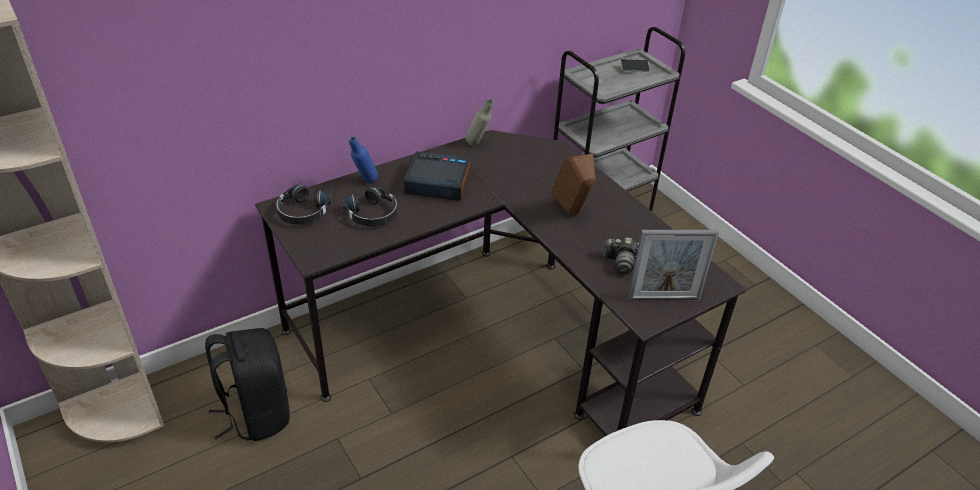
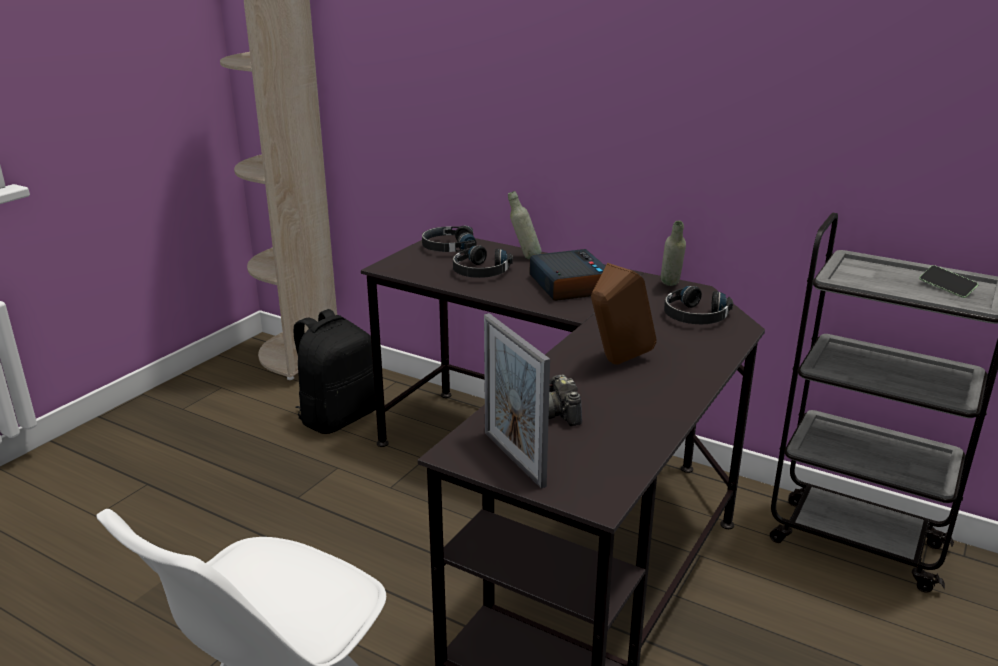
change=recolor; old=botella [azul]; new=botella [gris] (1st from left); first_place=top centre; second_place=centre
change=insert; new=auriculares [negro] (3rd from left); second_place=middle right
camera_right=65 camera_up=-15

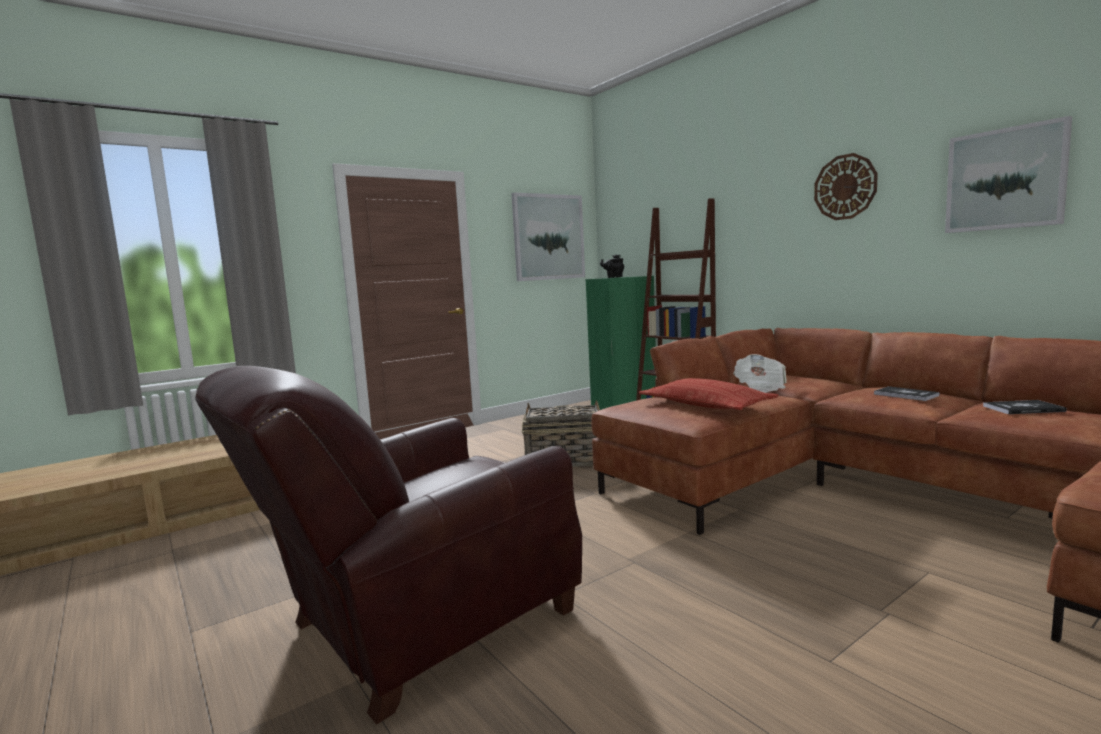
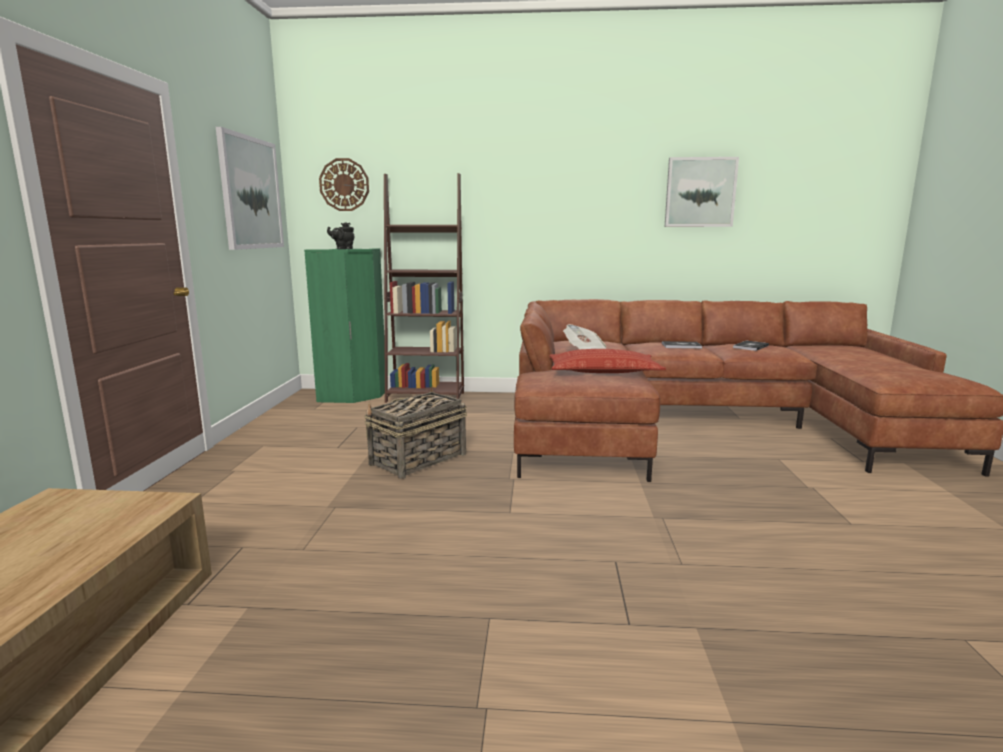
change=delete; old=sillón [marrón]; first_place=bottom centre
change=move; old=reloj de pared; first_place=top right; second_place=top centre
camera_right=-50 camera_up=5

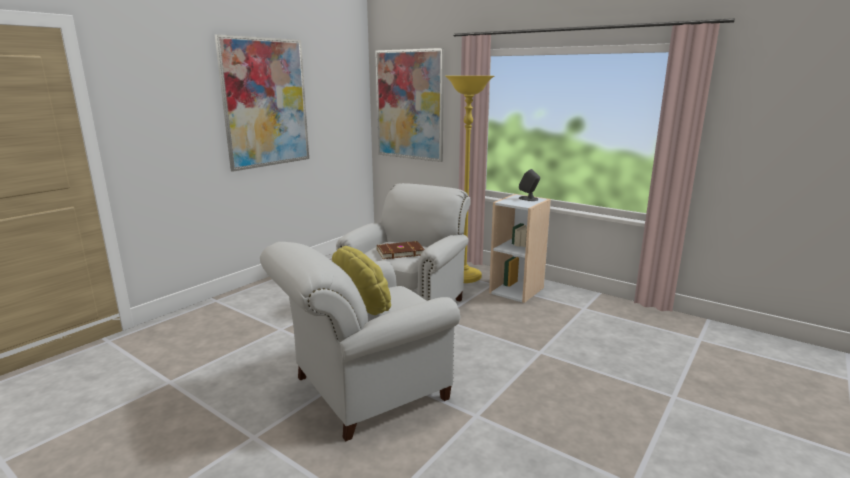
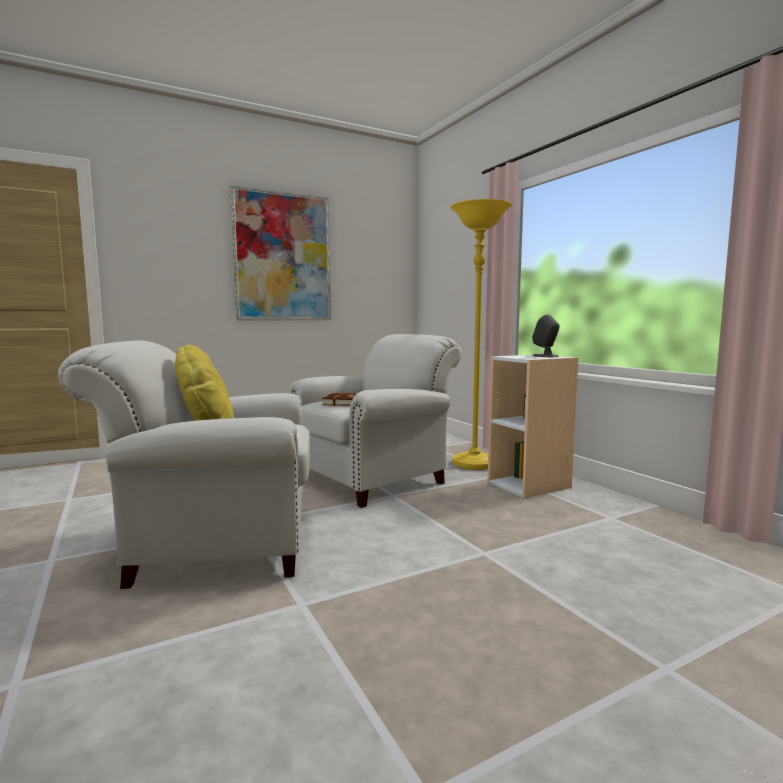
change=delete; old=cuadro (2nd from left); first_place=top centre
camera_right=25 camera_up=-10

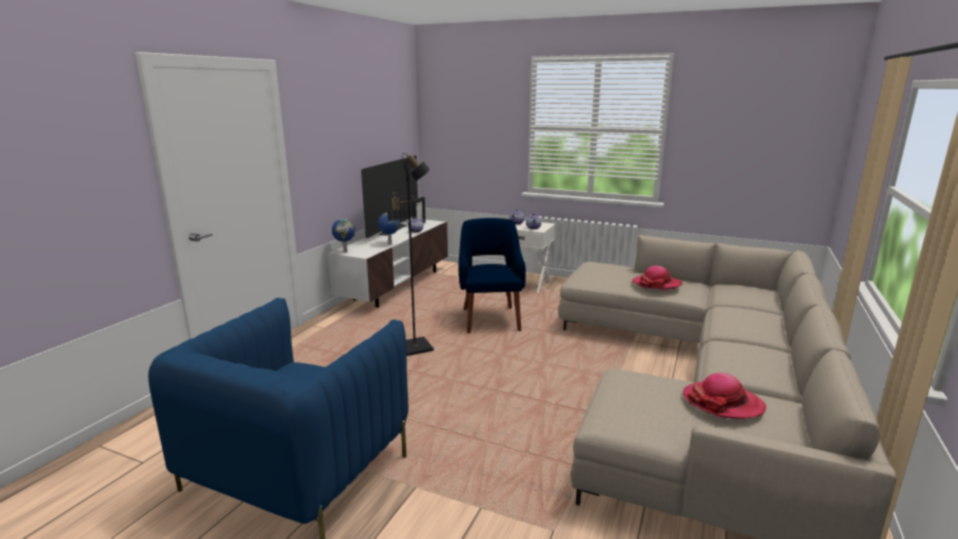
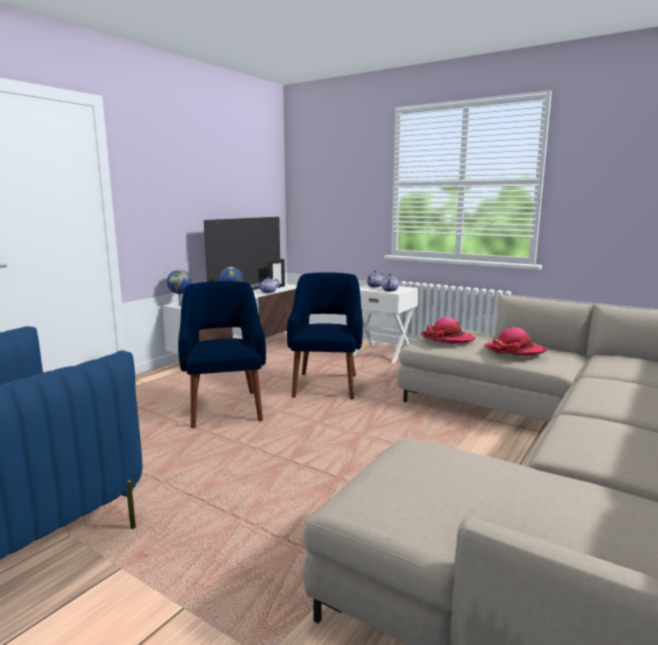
change=replace; old=lámpara de pie [negro]; new=sillón [azul] (2nd from left); first_place=centre; second_place=centre
change=move; old=sombrero (2nd from left in the first image); new=sombrero (1st from left); first_place=bottom right; second_place=middle right
camera_right=10 camera_up=-5

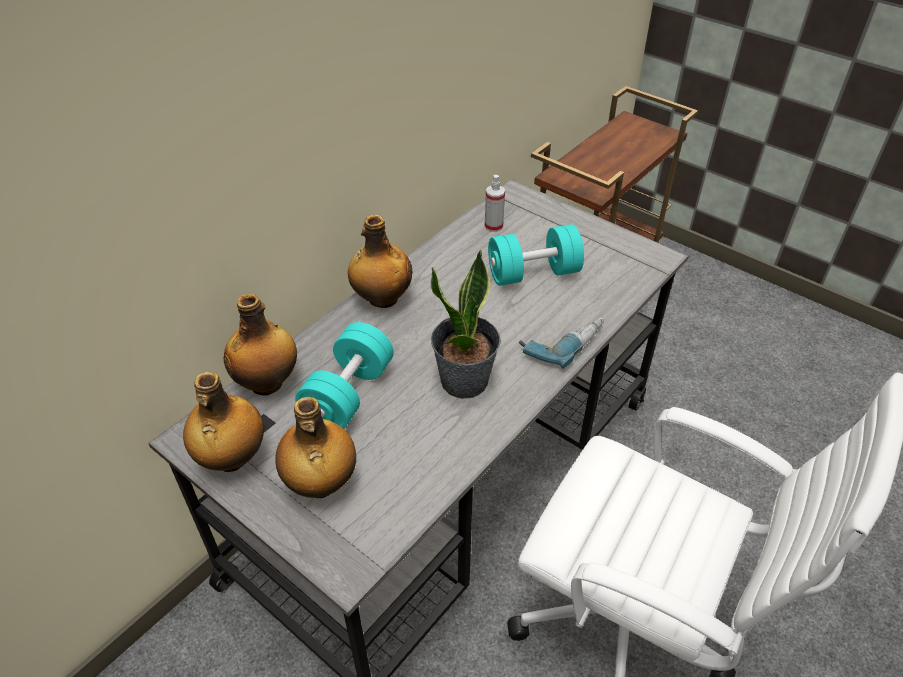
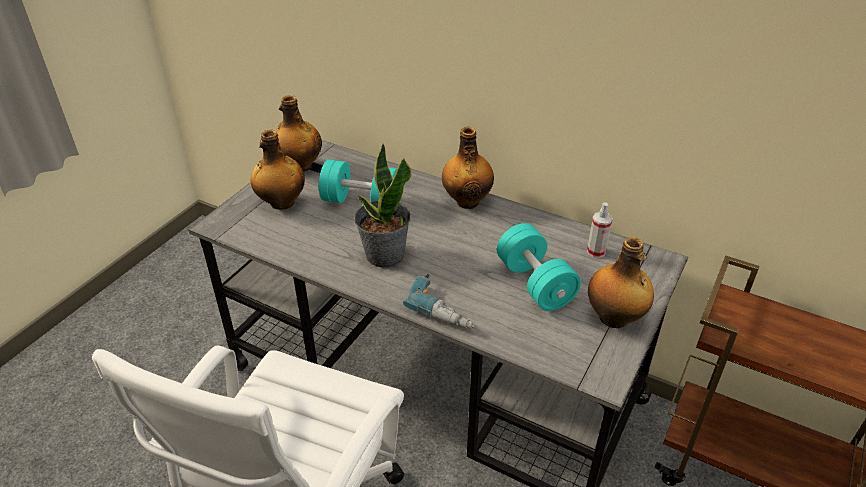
change=move; old=botella (2nd from left in the first image); new=botella (4th from left); first_place=middle left; second_place=middle right
camera_right=80 camera_up=-5

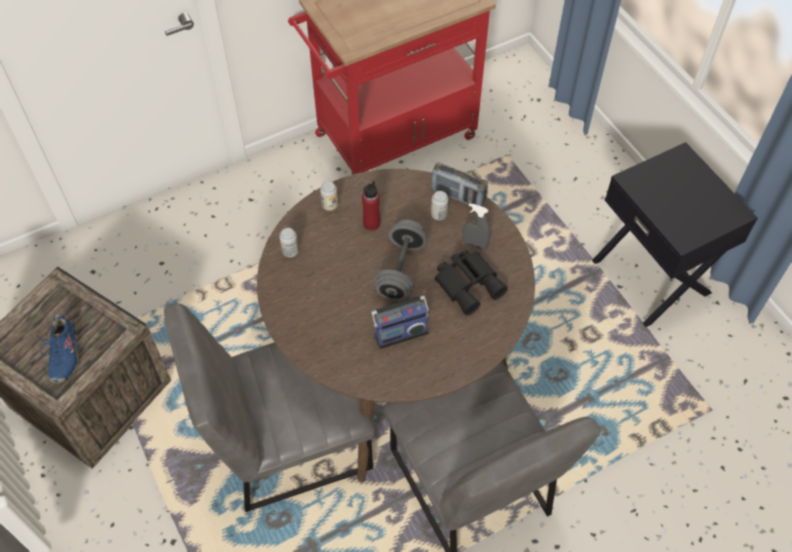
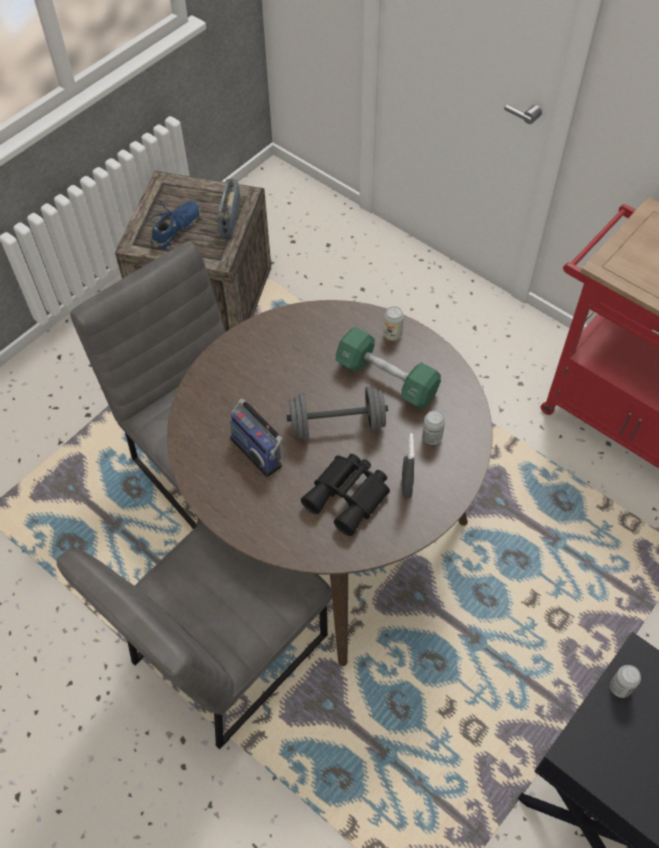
change=rotate; old=zapato [azul]; first_place=middle left; second_place=top left; degrees=150
change=move; old=lata (1st from left in the first image); new=lata (3rd from left); first_place=centre; second_place=bottom right
change=replace; old=botella [rojo]; new=mancuerna [verde]; first_place=centre; second_place=centre
change=move; old=radio (2nd from left in the first image); new=radio (1st from left); first_place=centre; second_place=top centre
camera_right=70 camera_up=0

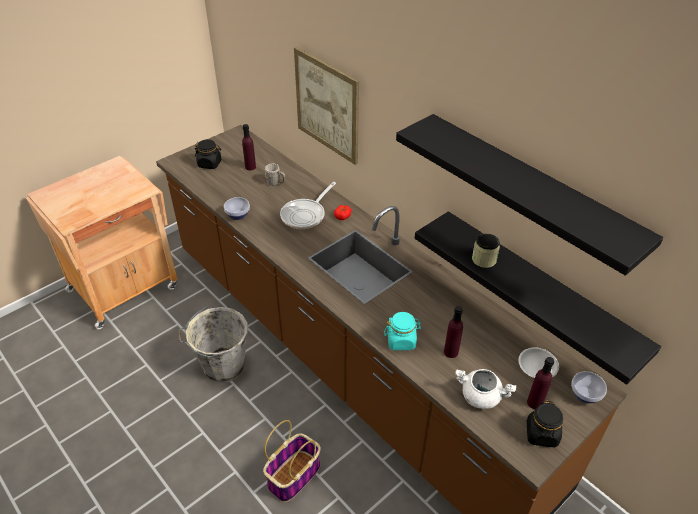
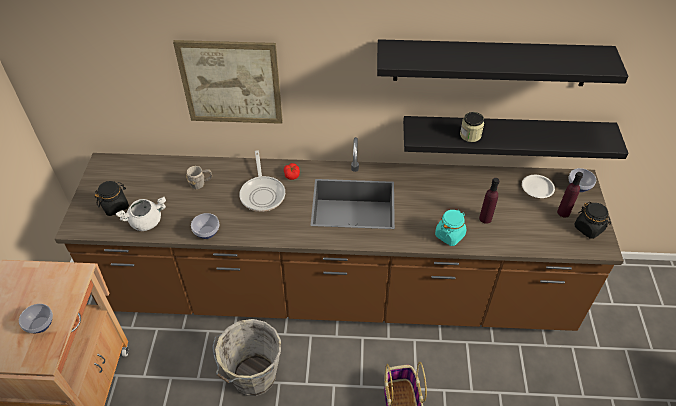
change=delete; old=botella [morado] (1st from left); first_place=top centre
change=move; old=olla [blanco]; first_place=bottom right; second_place=middle left
change=insert; new=cuenco (1st from left); second_place=bottom left
camera_right=-45 camera_up=5

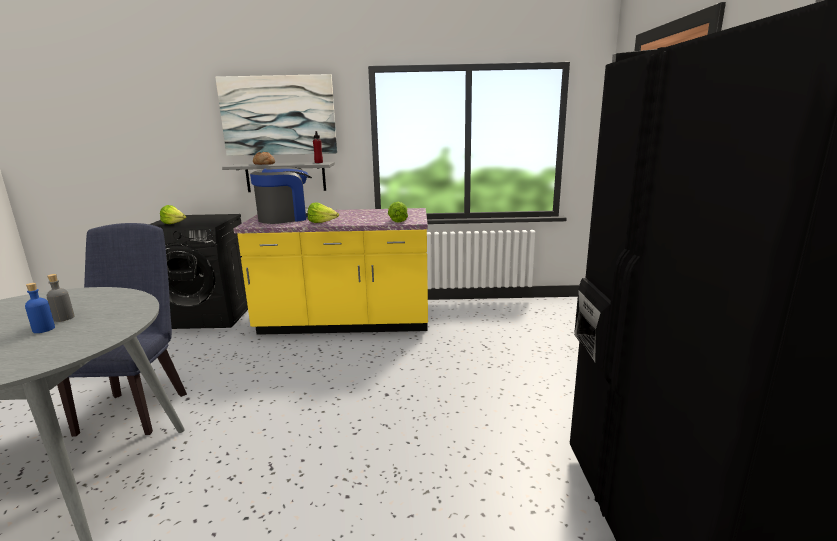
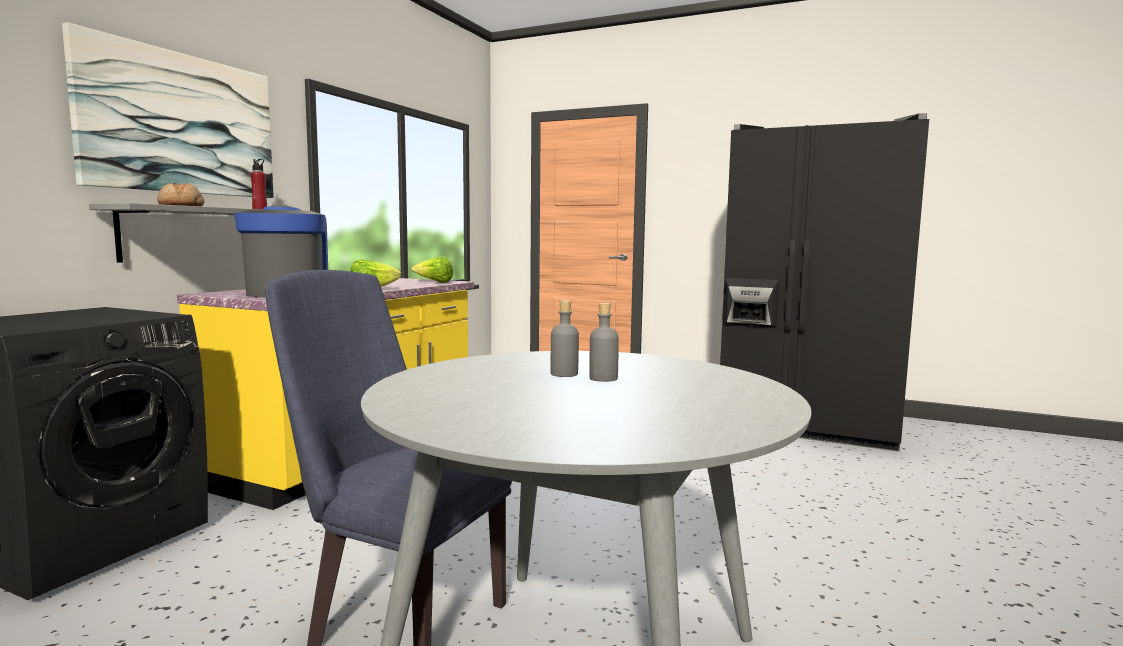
change=recolor; old=botella [azul]; new=botella [gris] (2nd from left); first_place=middle left; second_place=centre
change=delete; old=lechuga (1st from left); first_place=middle left
camera_right=-65 camera_up=-10

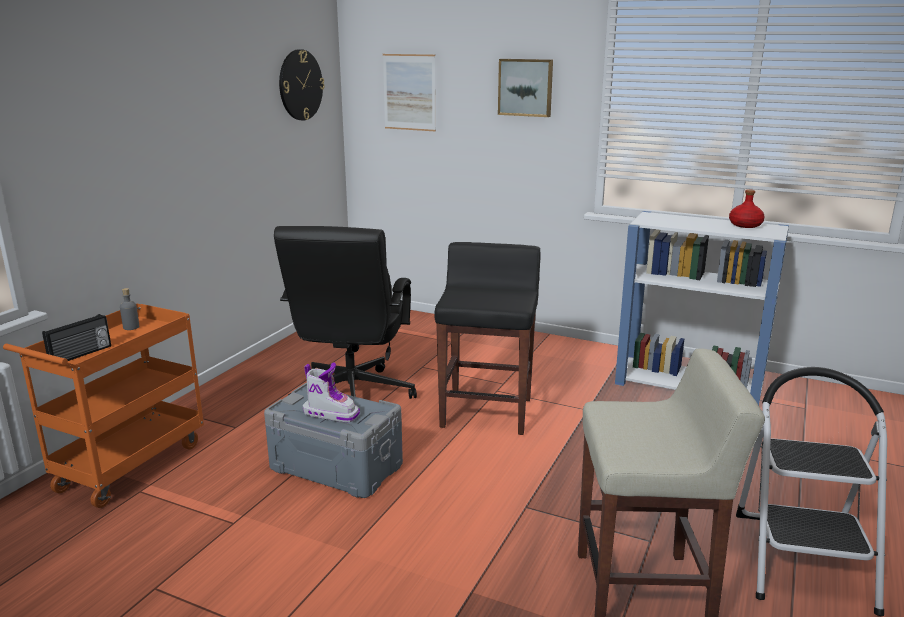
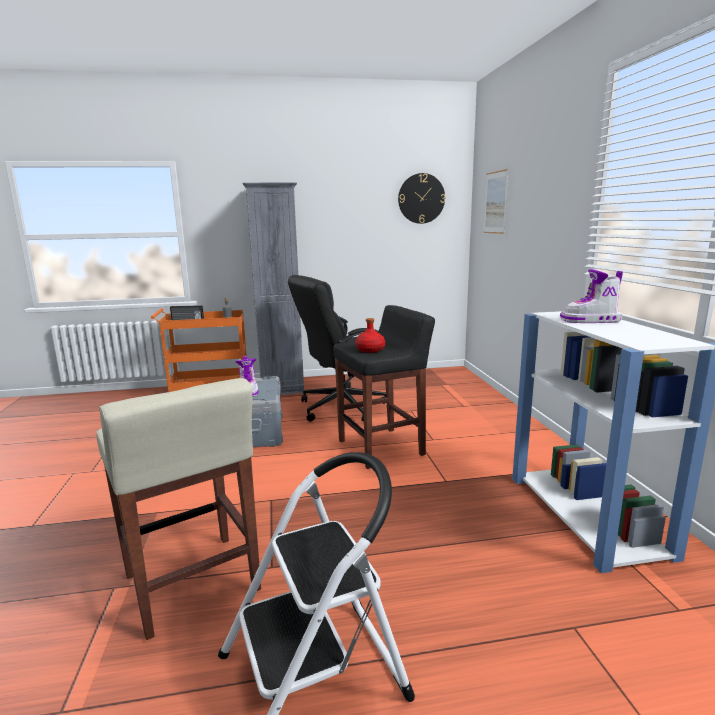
change=delete; old=cuadro (2nd from left); first_place=top centre
change=move; old=botella [rojo]; first_place=middle right; second_place=centre
change=insert; new=armario [gris]; second_place=centre
change=insert; new=bota (2nd from left); second_place=middle right
camera_right=55 camera_up=-5

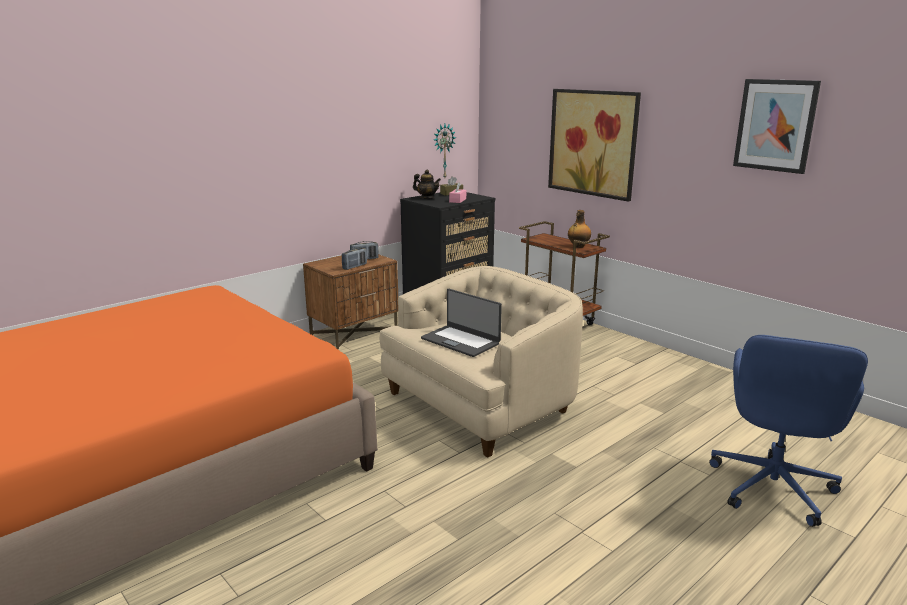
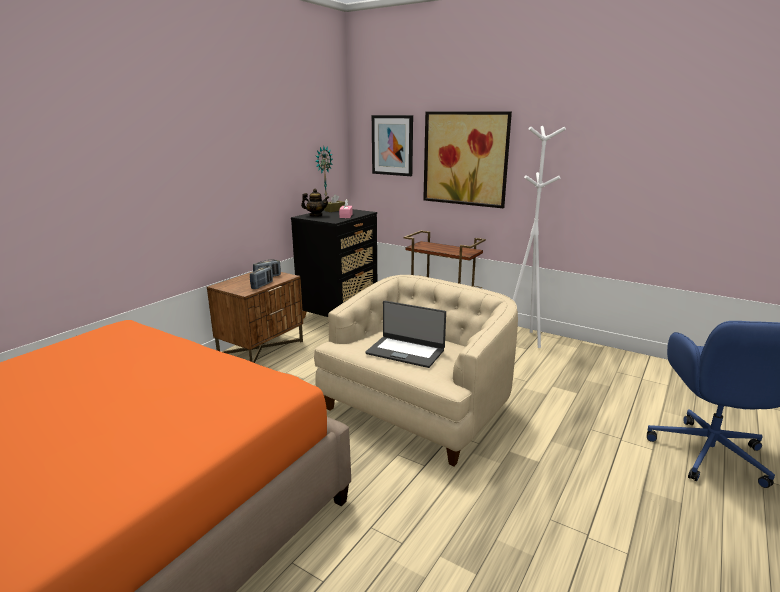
change=delete; old=botella; first_place=centre
change=move; old=cuadro (2nd from left in the first image); new=cuadro (1st from left); first_place=top right; second_place=top centre
change=insert; new=perchero [blanco]; second_place=middle right
camera_right=-15 camera_up=0

